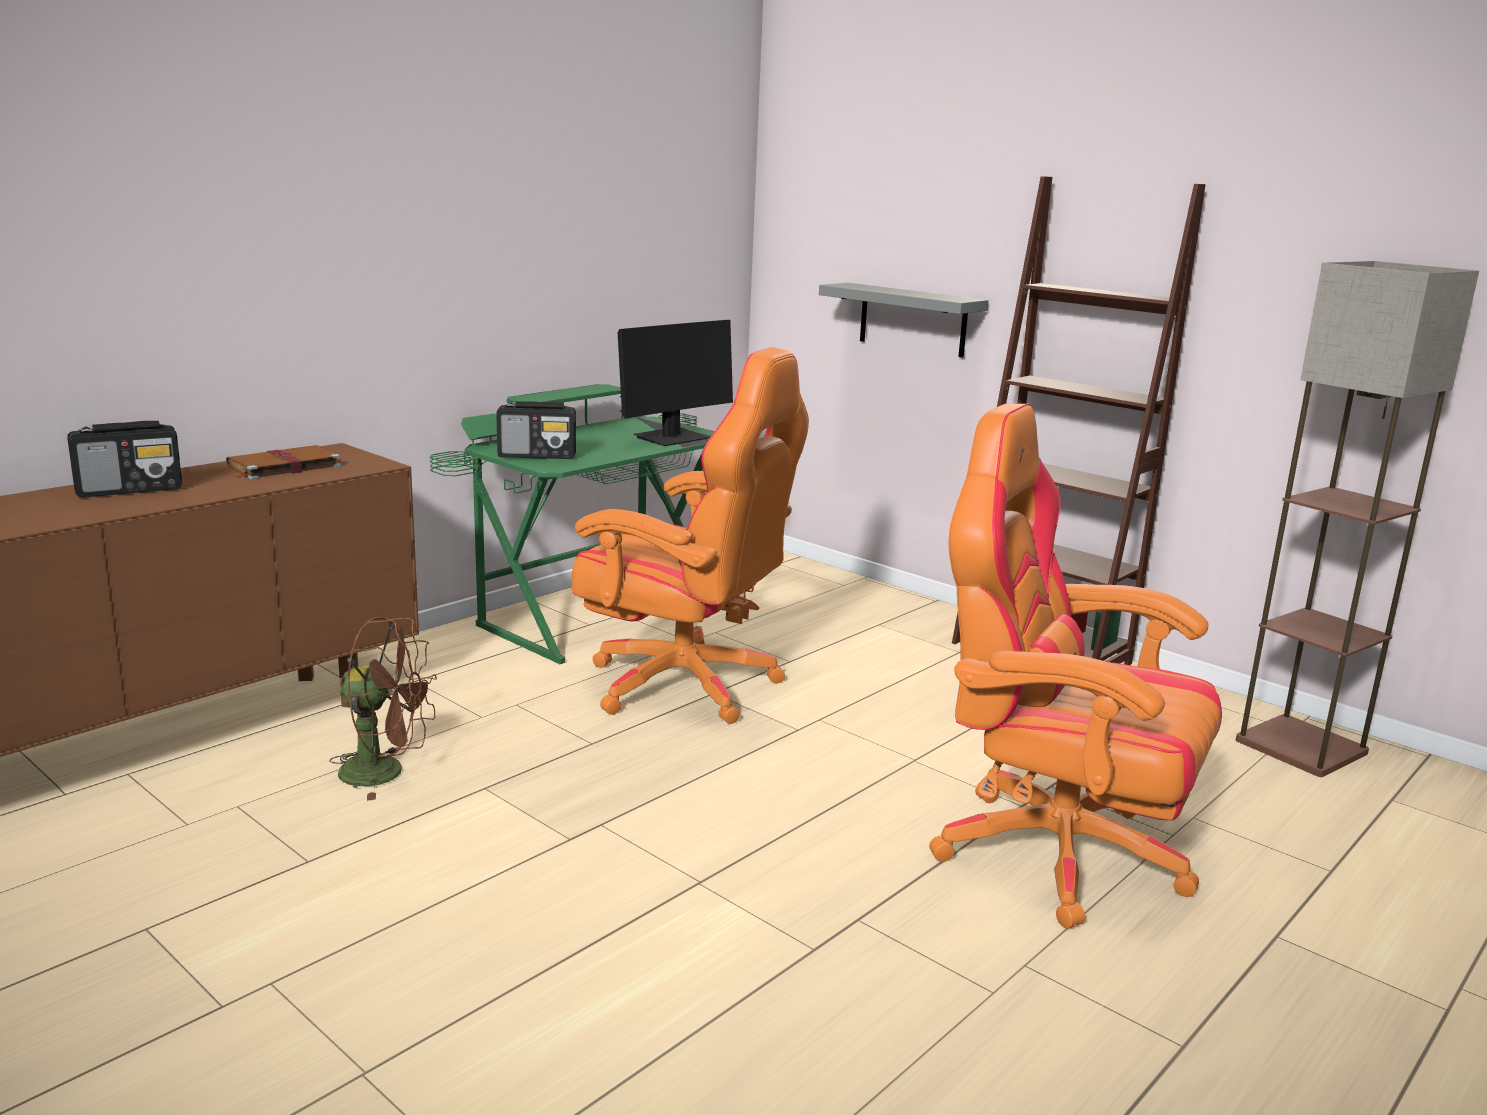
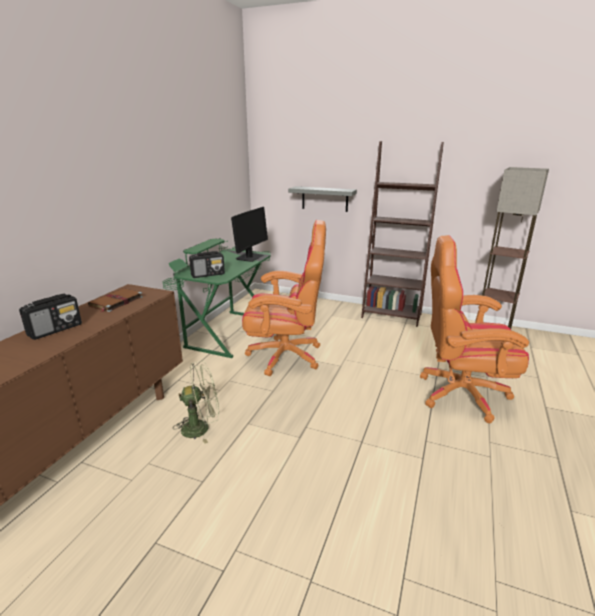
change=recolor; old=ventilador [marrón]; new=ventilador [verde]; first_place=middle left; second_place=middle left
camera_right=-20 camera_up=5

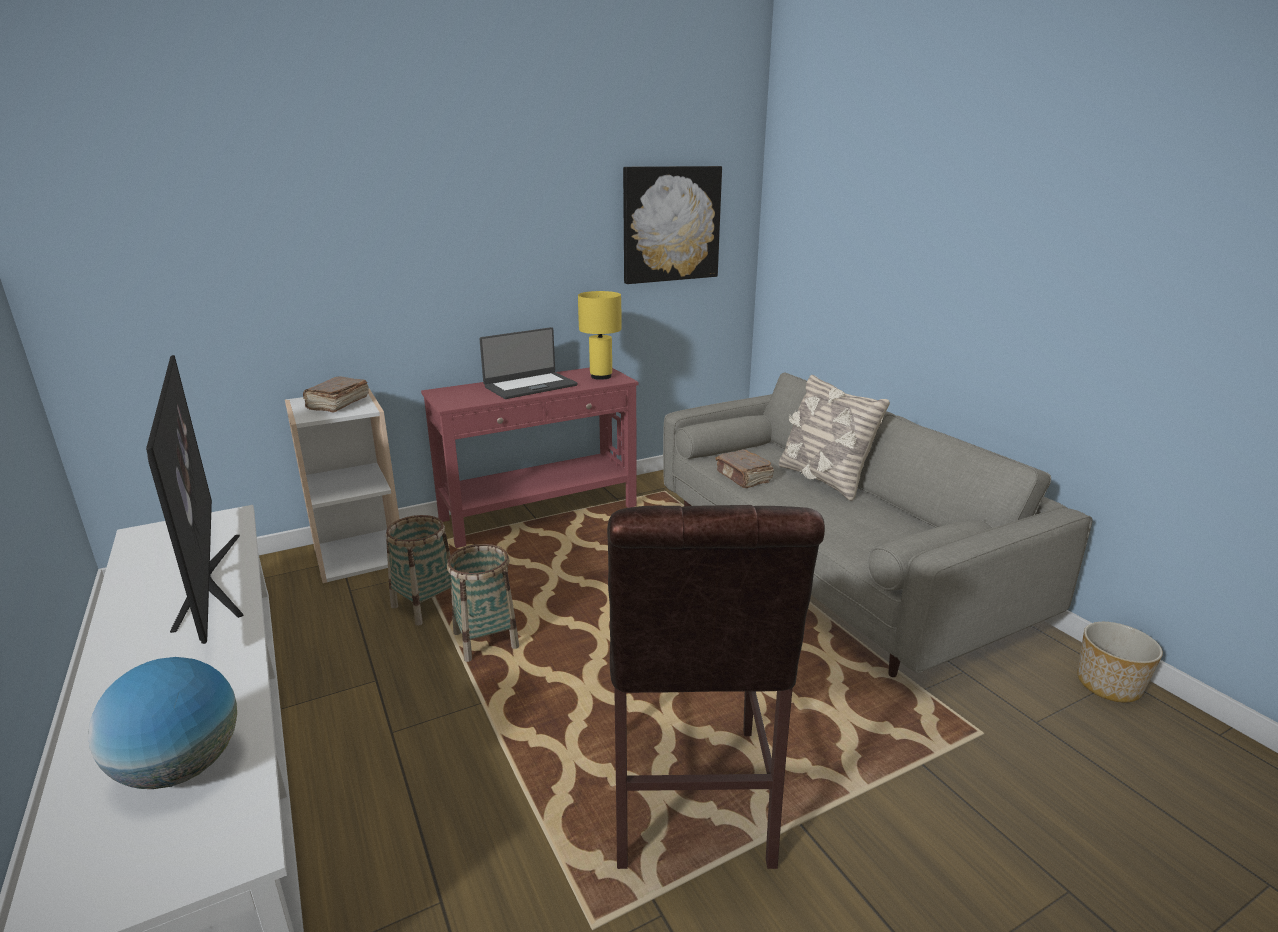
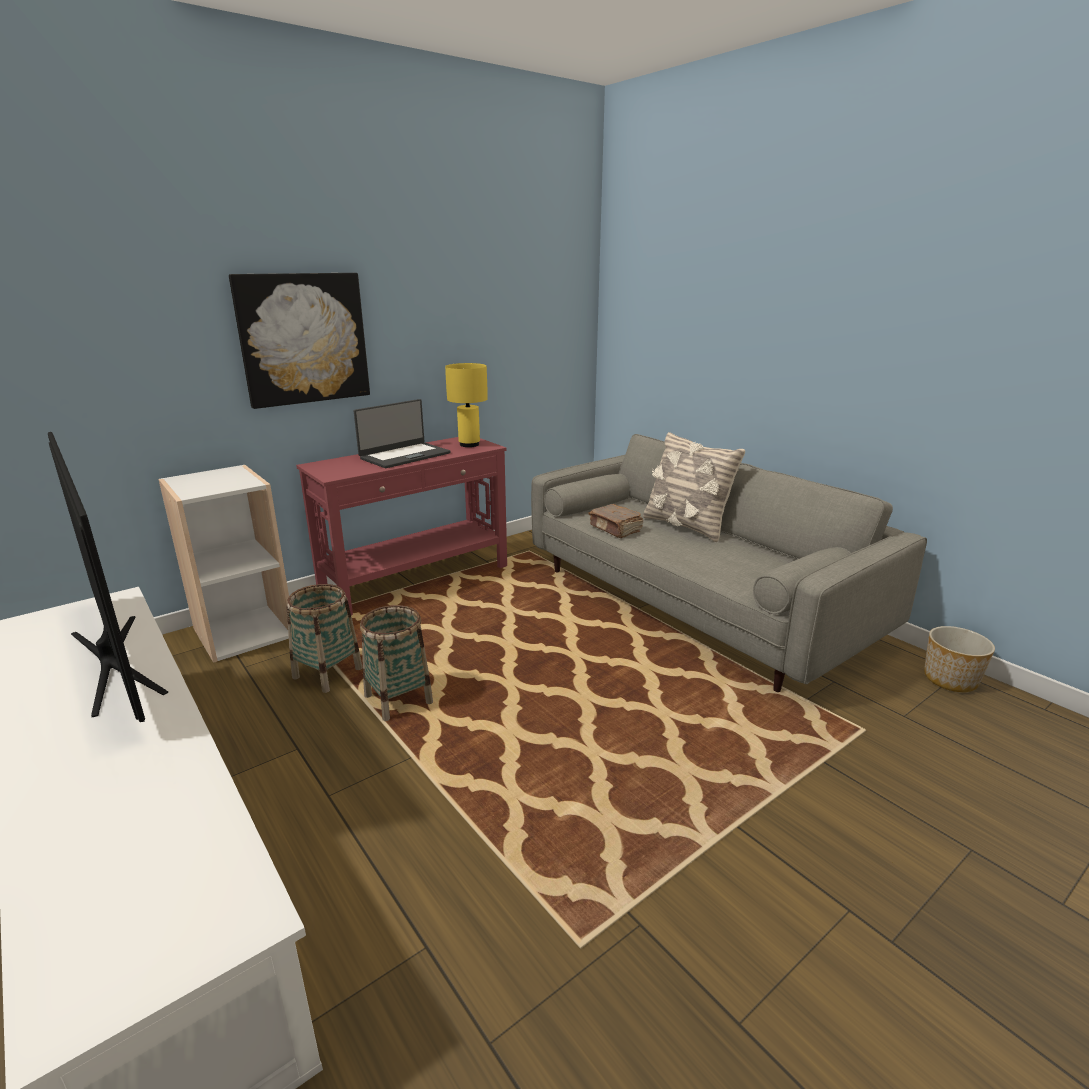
change=delete; old=globo terráqueo; first_place=bottom left
change=delete; old=libro [marrón] (1st from left); first_place=middle left
change=delete; old=taburete [marrón]; first_place=bottom centre
change=move; old=cuadro; first_place=top centre; second_place=top left
camera_right=-10 camera_up=0

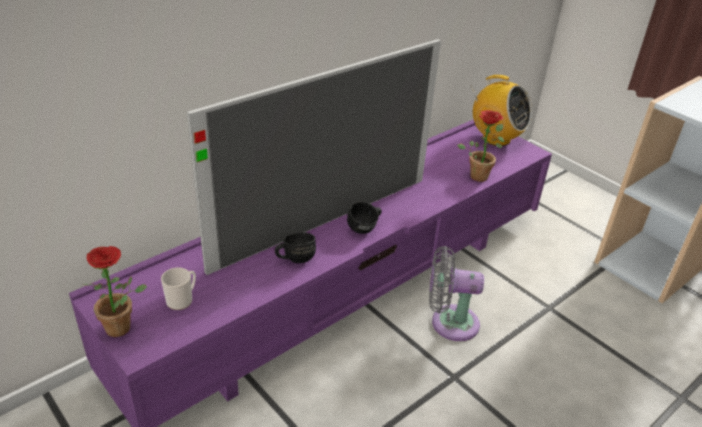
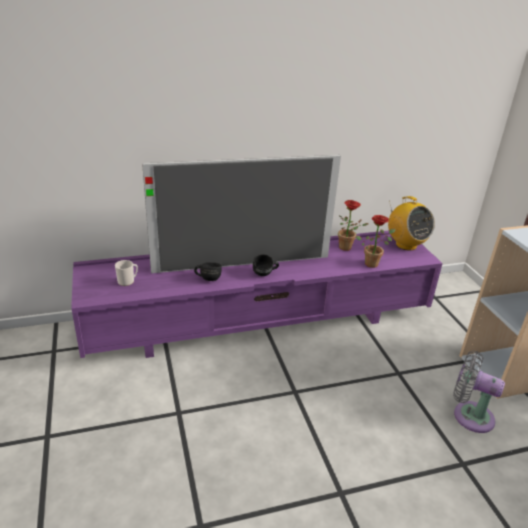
change=move; old=planta en maceta (1st from left); first_place=bottom left; second_place=middle right
change=move; old=ventilador [gris]; first_place=bottom centre; second_place=bottom right
camera_right=25 camera_up=-5

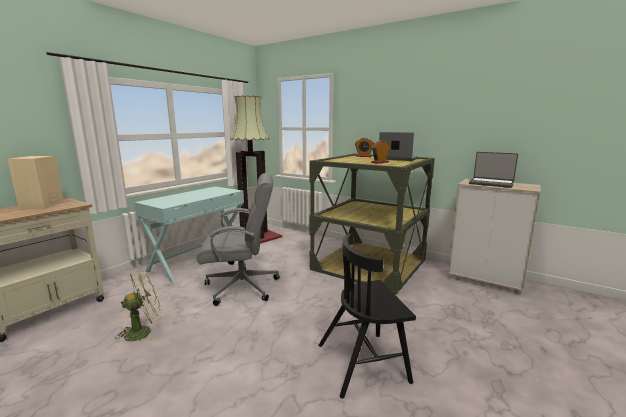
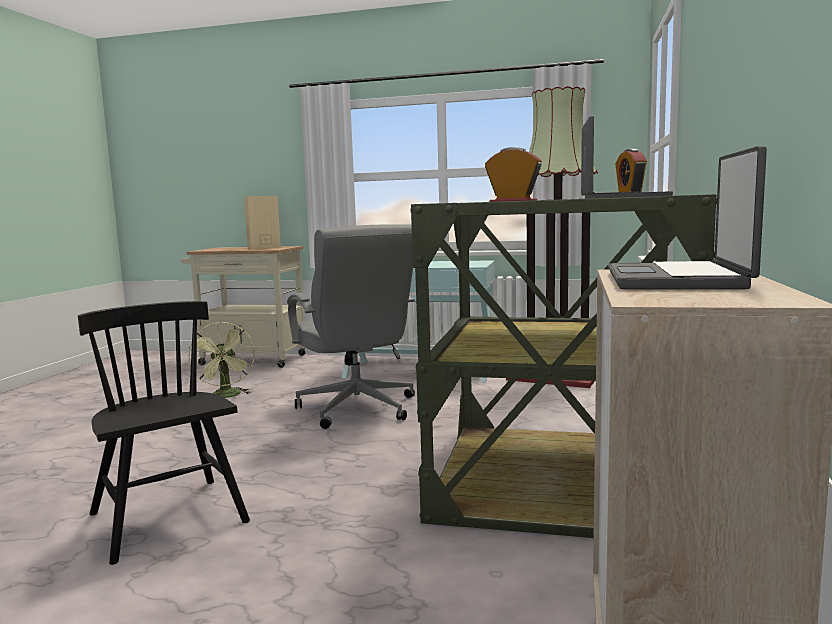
change=rotate; old=ventilador [verde]; first_place=bottom left; second_place=middle left; degrees=45
camera_right=70 camera_up=-5

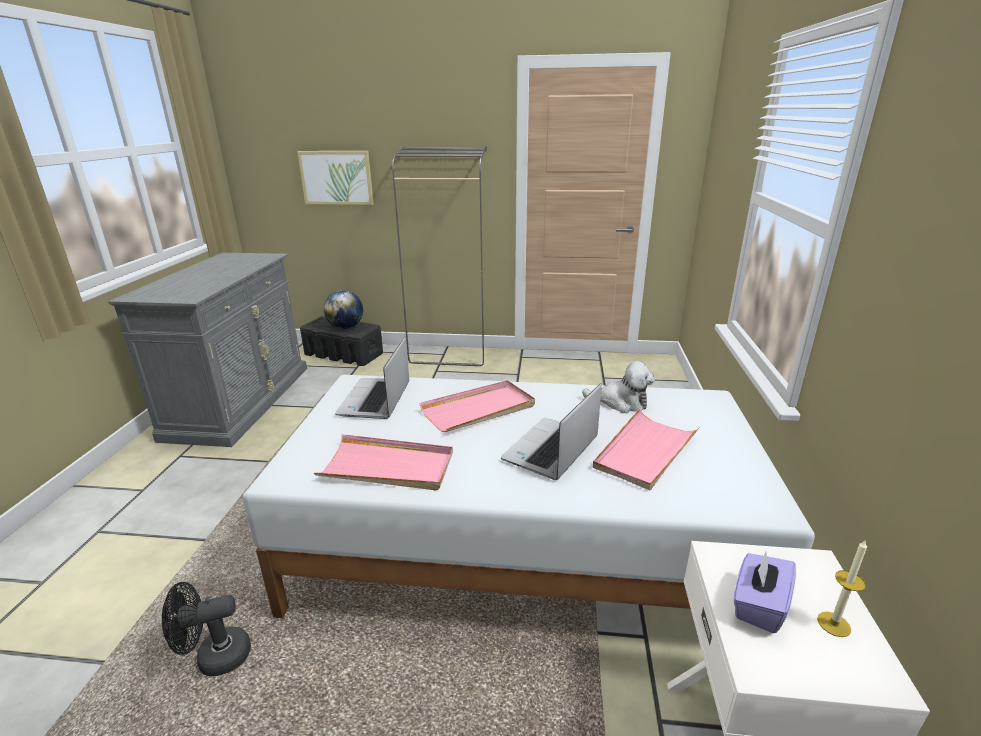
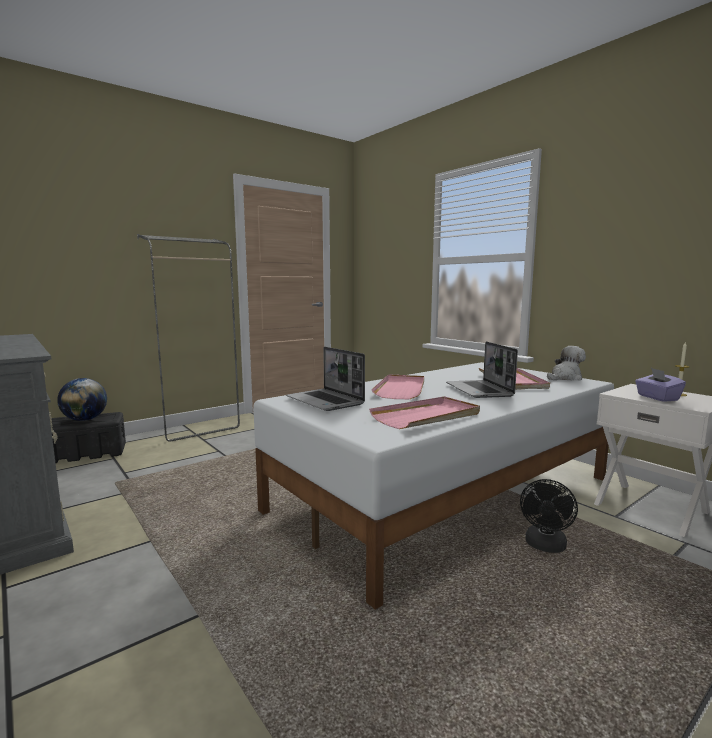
change=move; old=ventilador [negro]; first_place=bottom left; second_place=bottom right
change=delete; old=cuadro; first_place=top centre
change=move; old=peluche; first_place=centre; second_place=middle right
camera_right=-45 camera_up=-15

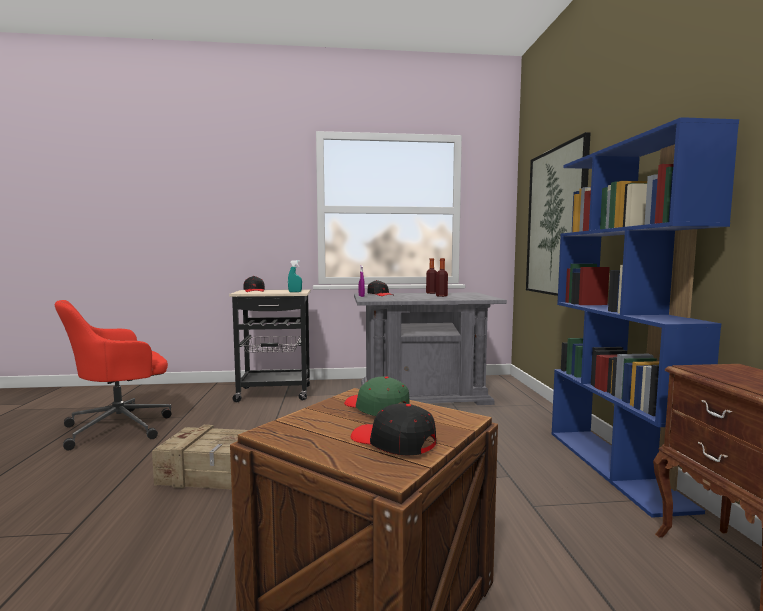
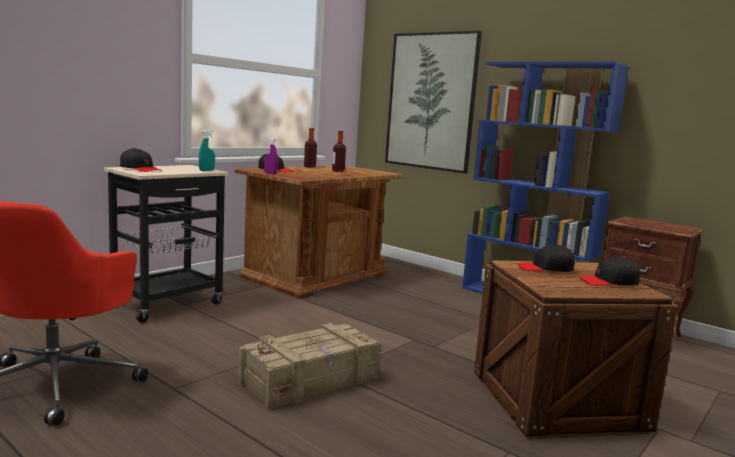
change=recolor; old=gorra [verde]; new=gorra [negro] (3rd from left); first_place=centre; second_place=middle right
change=recolor; old=armario [gris]; new=armario [marrón]; first_place=centre; second_place=centre
camera_right=-45 camera_up=5

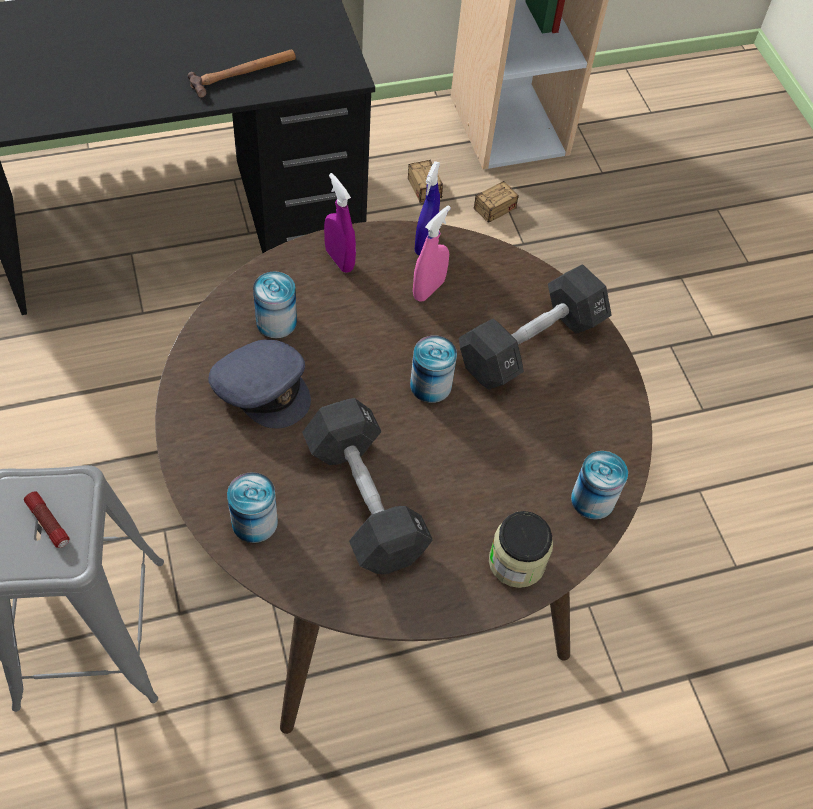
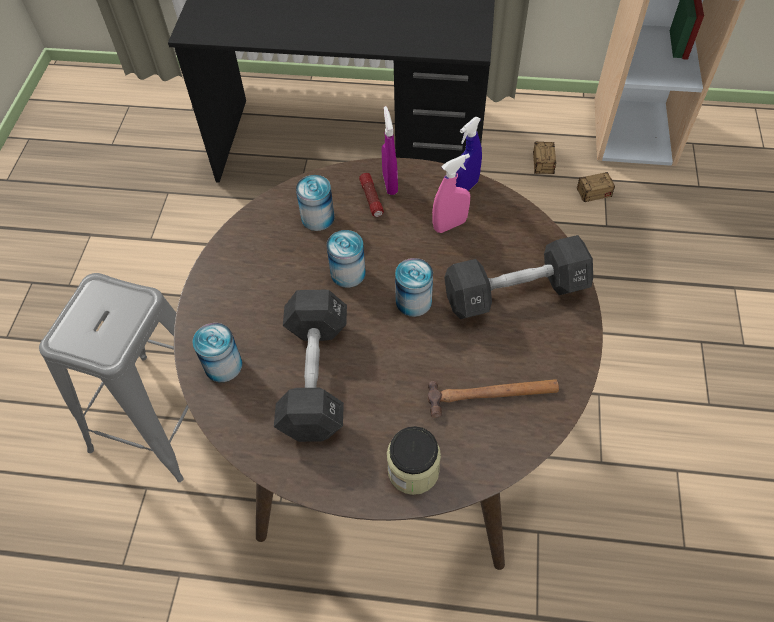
change=move; old=linterna; first_place=middle left; second_place=top centre
change=move; old=martillo; first_place=top left; second_place=centre
change=delete; old=gorra [gris]; first_place=middle left
change=move; old=lata (4th from left in the first image); new=lata (3rd from left); first_place=middle right; second_place=centre
camera_right=30 camera_up=0

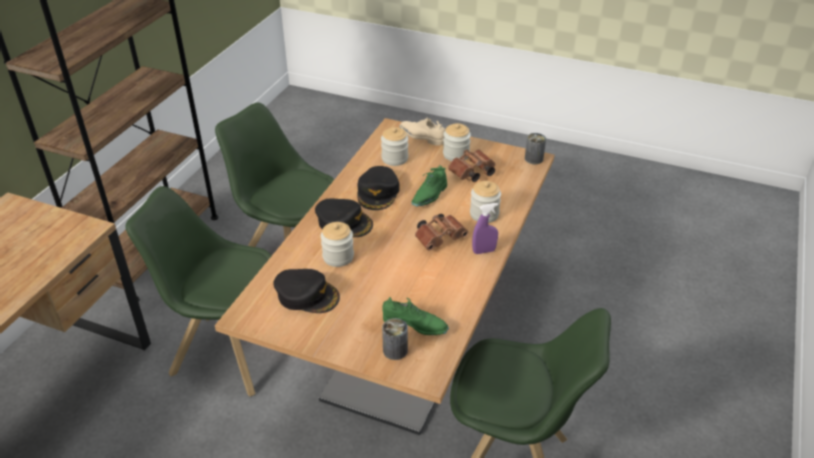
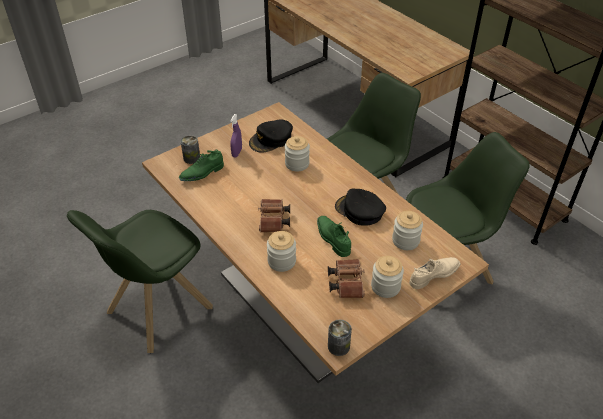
change=delete; old=gorra [negro] (2nd from left); first_place=centre
change=move; old=pulverizador [morado]; first_place=centre; second_place=top centre
camera_right=120 camera_up=5

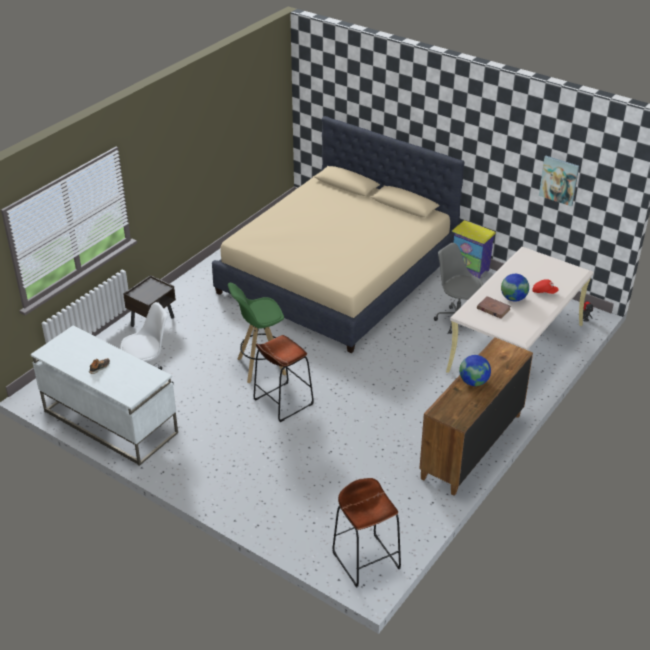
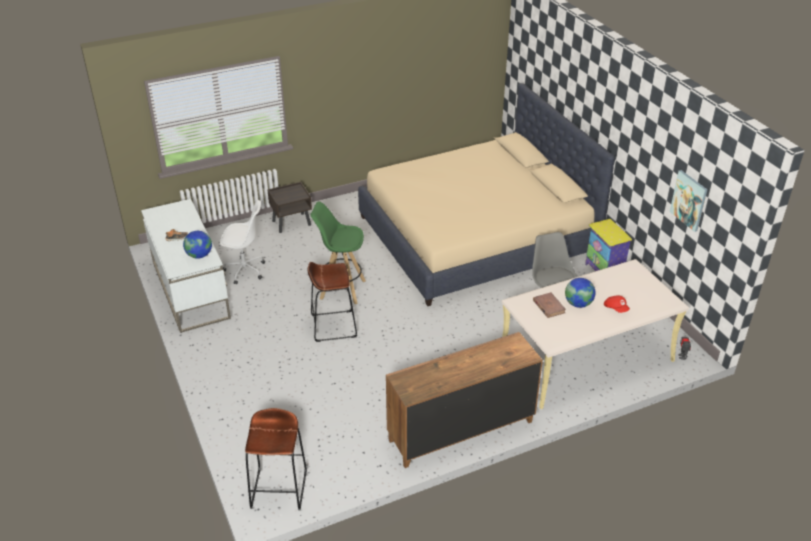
change=move; old=globo terráqueo (1st from left); first_place=middle right; second_place=middle left
camera_right=30 camera_up=0

